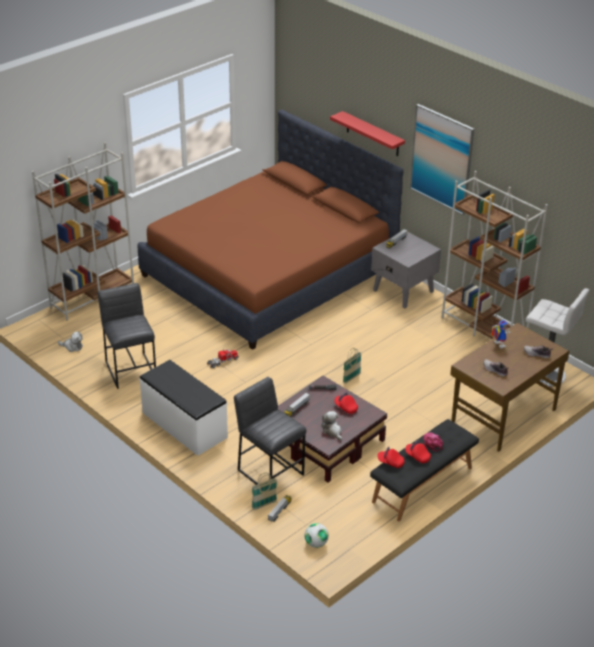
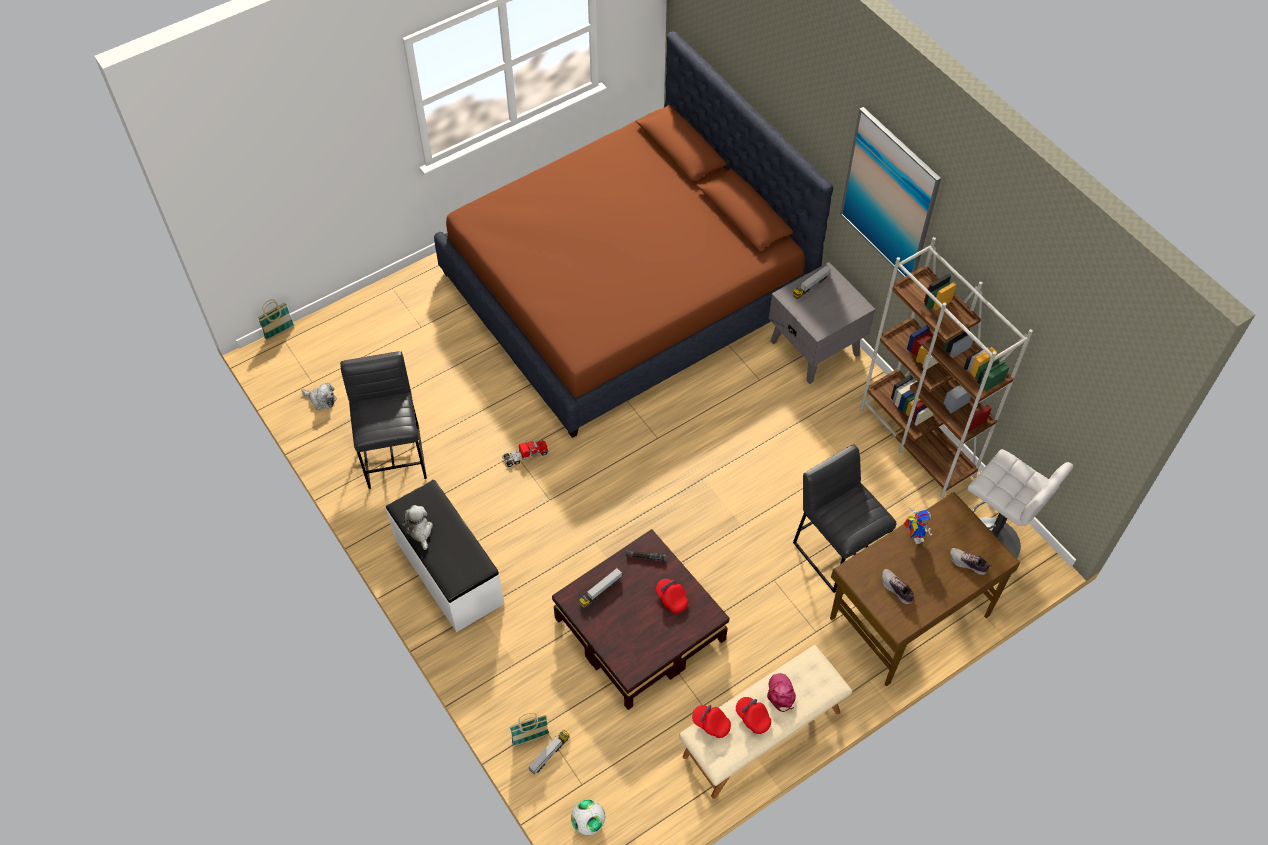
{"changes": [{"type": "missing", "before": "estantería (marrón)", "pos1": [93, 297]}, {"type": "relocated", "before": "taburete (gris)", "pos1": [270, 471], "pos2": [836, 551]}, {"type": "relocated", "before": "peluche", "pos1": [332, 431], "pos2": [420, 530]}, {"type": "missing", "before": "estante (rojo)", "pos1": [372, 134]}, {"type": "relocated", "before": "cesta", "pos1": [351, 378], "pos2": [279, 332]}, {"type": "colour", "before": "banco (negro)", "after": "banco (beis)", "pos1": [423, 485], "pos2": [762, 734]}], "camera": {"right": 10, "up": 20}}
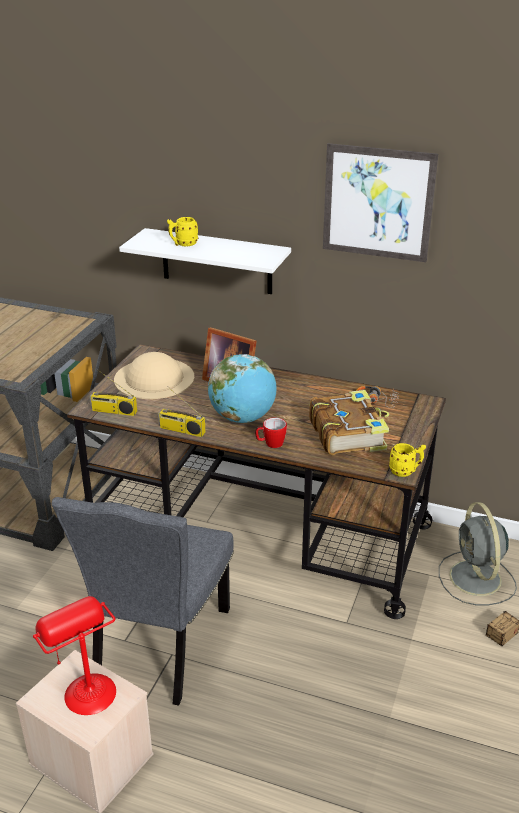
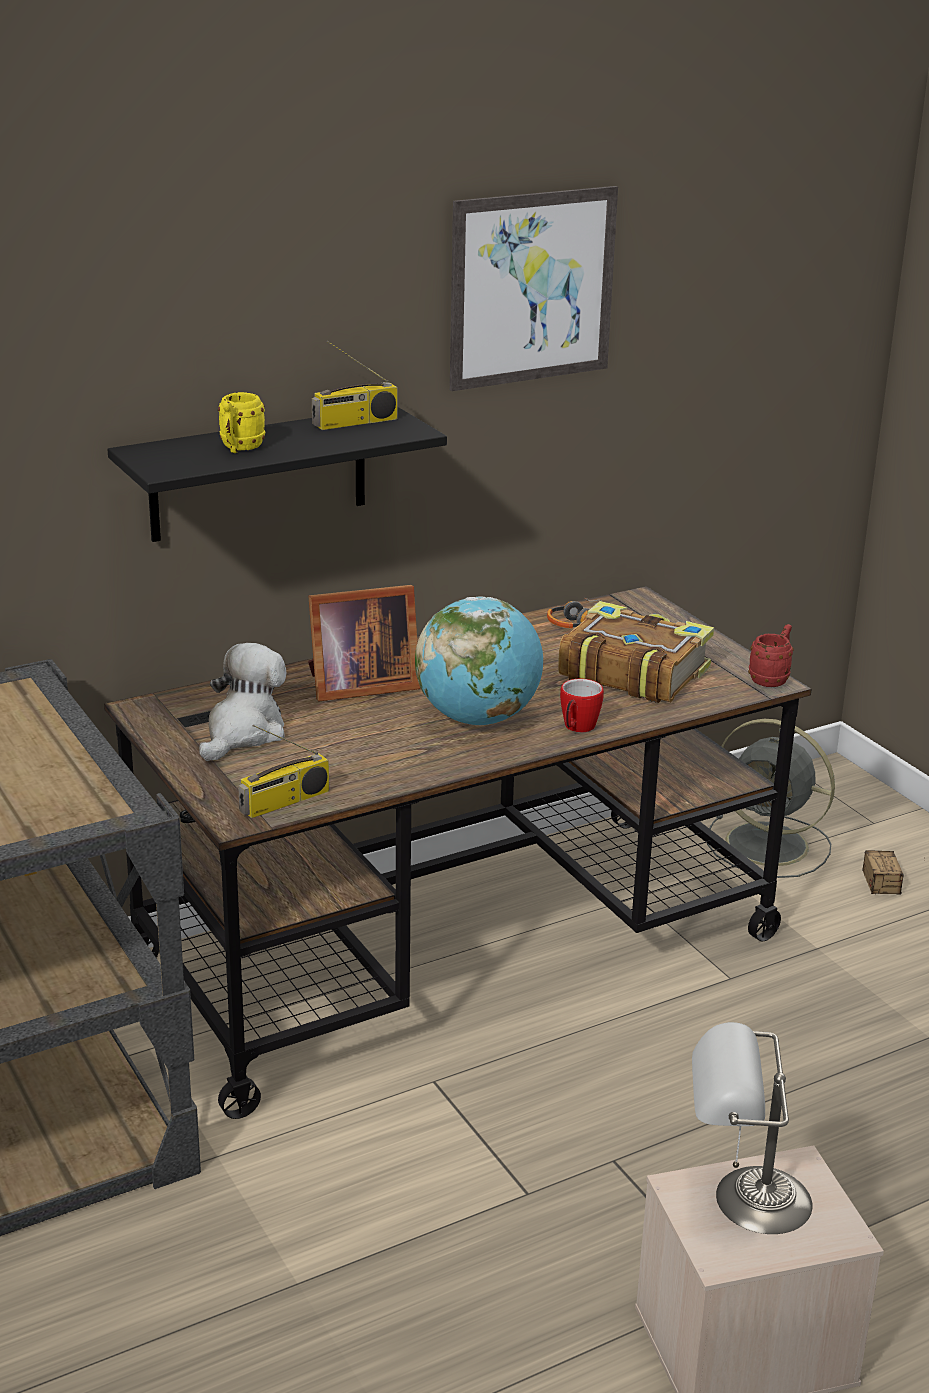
{"changes": [{"type": "colour", "before": "lámpara de mesa (rojo)", "after": "lámpara de mesa (blanco)", "pos1": [84, 687], "pos2": [743, 1200]}, {"type": "missing", "before": "silla (gris)", "pos1": [159, 642]}, {"type": "exchanged", "before": "sombrero (beis)", "after": "peluche", "pos1": [154, 378], "pos2": [243, 733]}, {"type": "colour", "before": "estante (blanco)", "after": "estante (negro)", "pos1": [216, 261], "pos2": [258, 474]}, {"type": "relocated", "before": "radio", "pos1": [181, 430], "pos2": [355, 423]}, {"type": "colour", "before": "taza grande (amarillo)", "after": "taza grande (rojo)", "pos1": [405, 471], "pos2": [771, 679]}], "camera": {"right": -50, "up": -5}}
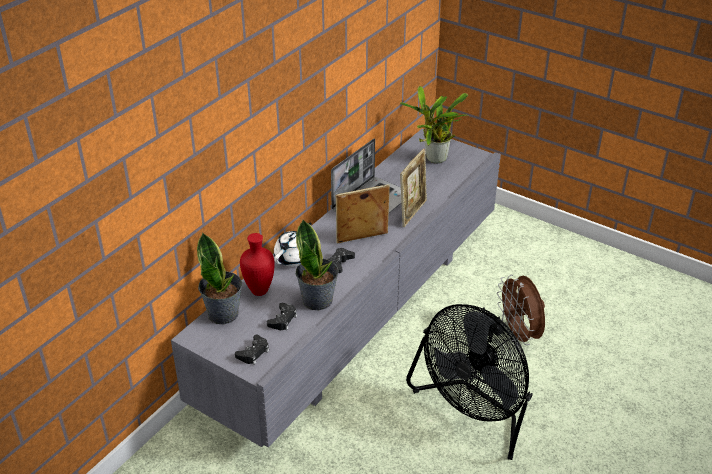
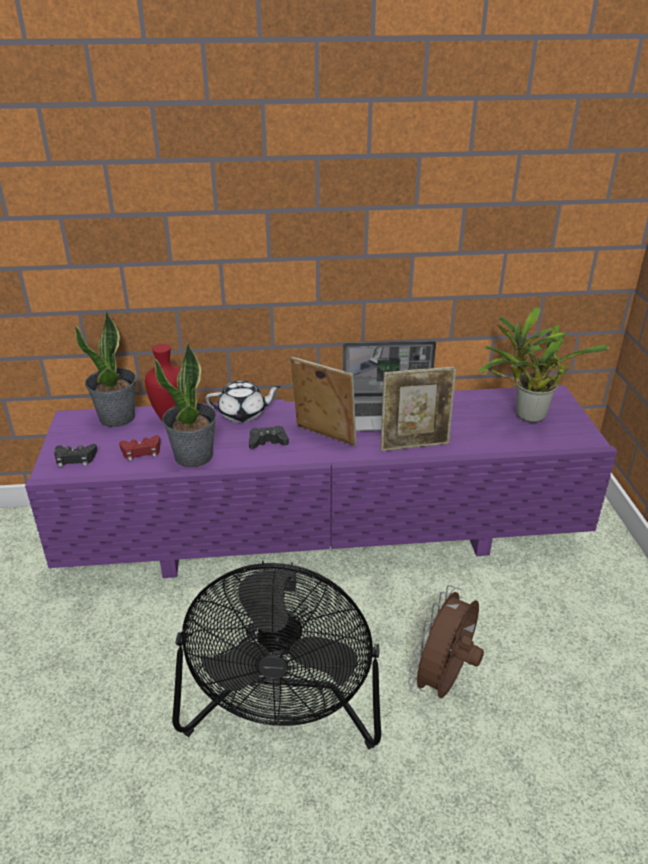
{"changes": [{"type": "colour", "before": "mueble de televisión (gris)", "after": "mueble de televisión (morado)", "pos1": [355, 310], "pos2": [323, 530]}, {"type": "colour", "before": "mando de consola (negro)", "after": "mando de consola (rojo)", "pos1": [282, 320], "pos2": [141, 451]}, {"type": "spun", "before": "ventilador (negro)", "pos1": [473, 407], "pos2": [276, 706], "turn": -90}], "camera": {"right": 50, "up": -5}}
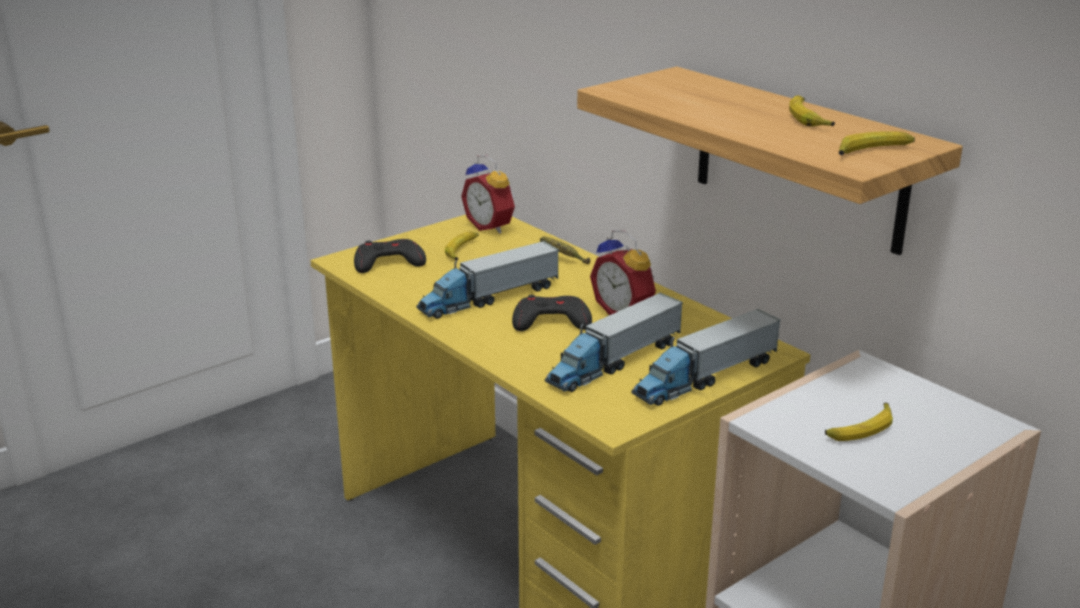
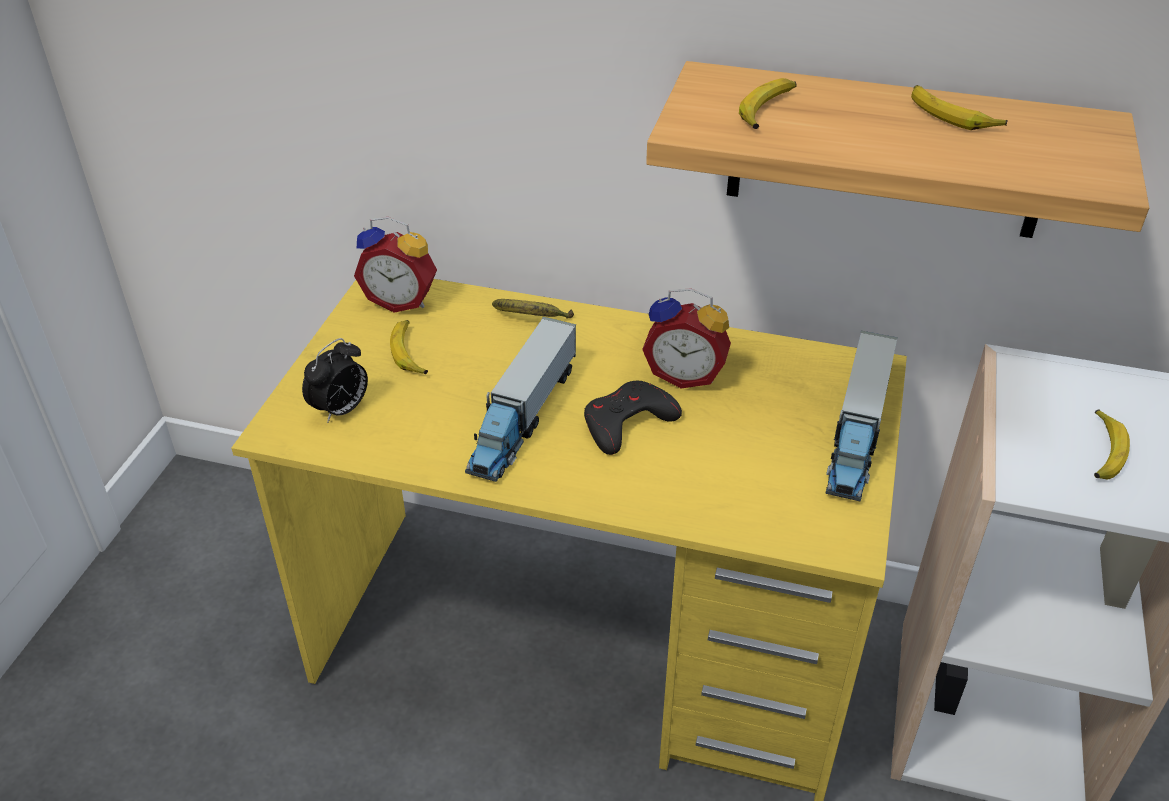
{"changes": [{"type": "exchanged", "before": "mando de consola (negro)", "after": "despertador", "pos1": [388, 262], "pos2": [341, 410]}, {"type": "missing", "before": "camión de juguete", "pos1": [614, 362]}, {"type": "relocated", "before": "plátano", "pos1": [873, 152], "pos2": [767, 111]}], "camera": {"right": -35, "up": 15}}
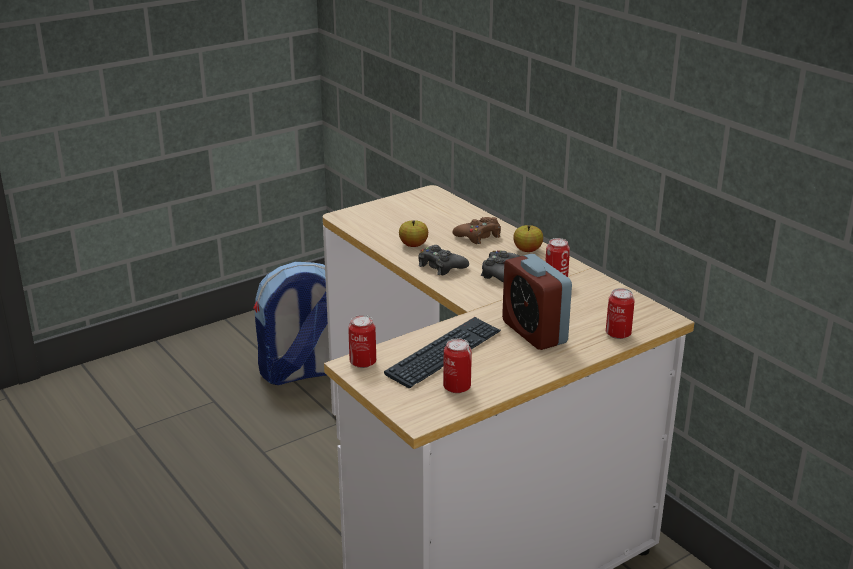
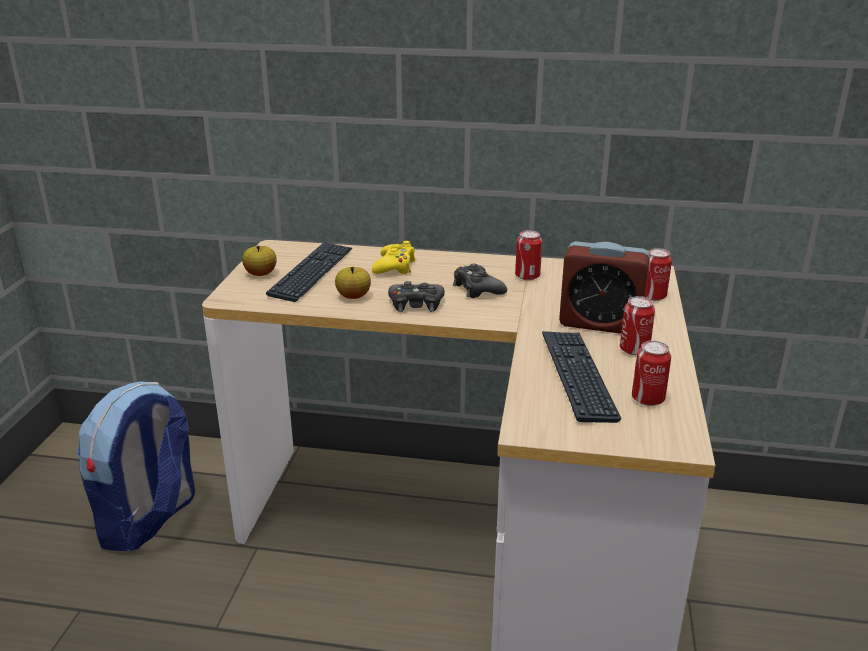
{"changes": [{"type": "relocated", "before": "lata", "pos1": [363, 362], "pos2": [634, 350]}, {"type": "colour", "before": "mando de consola (marrón)", "after": "mando de consola (amarillo)", "pos1": [479, 236], "pos2": [395, 267]}, {"type": "relocated", "before": "manzana", "pos1": [527, 250], "pos2": [261, 274]}, {"type": "appeared", "after": "teclado", "pos2": [312, 272]}], "camera": {"right": -45, "up": 0}}
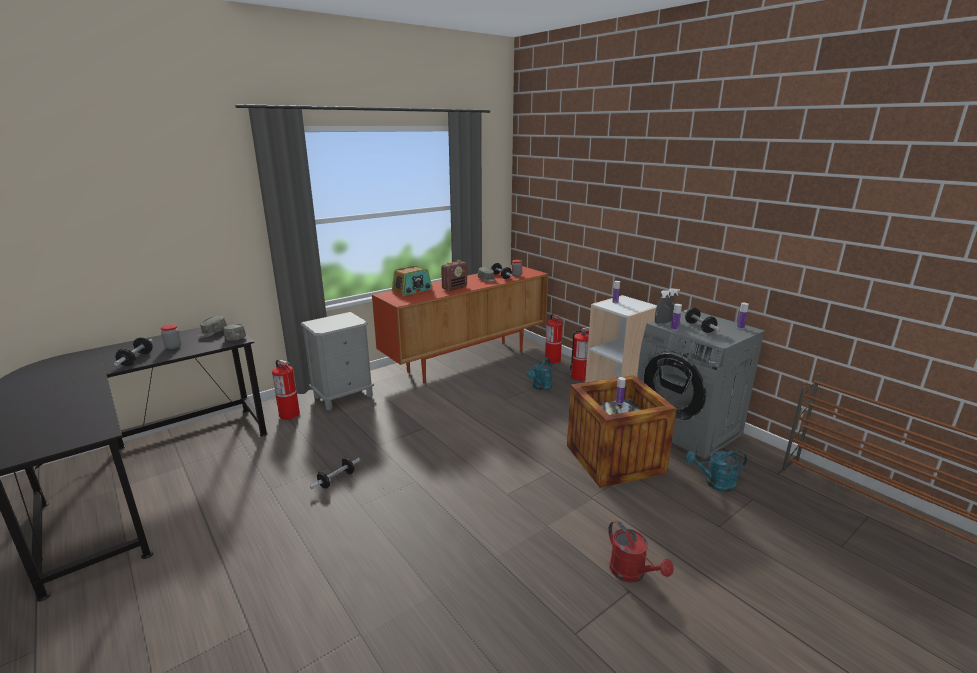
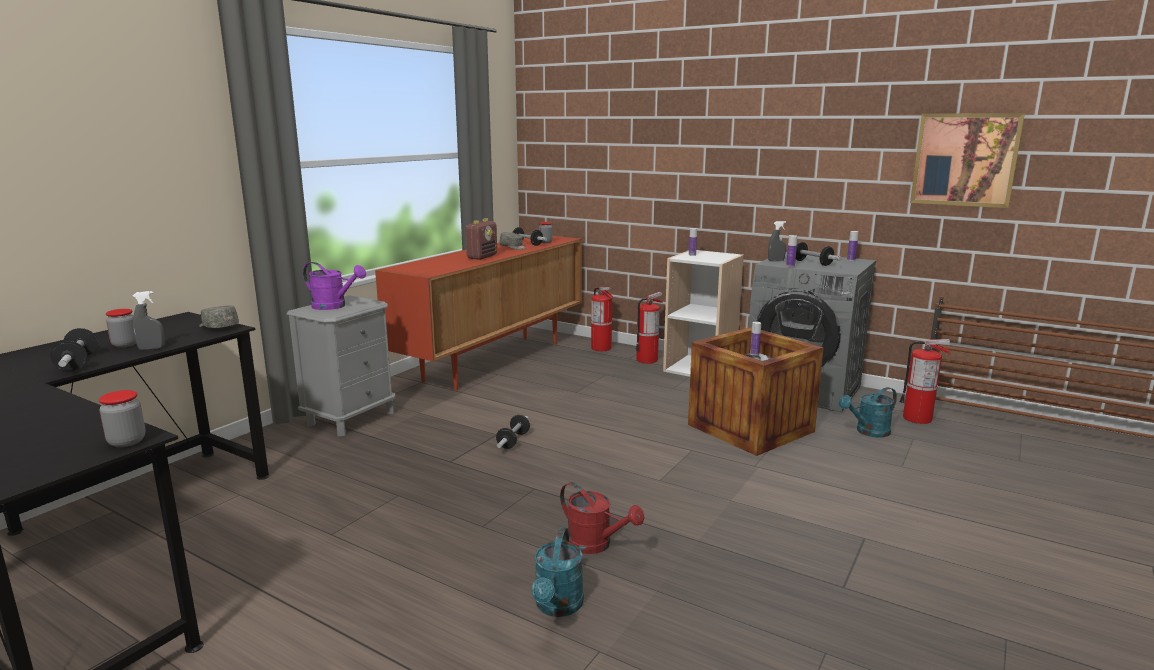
{"changes": [{"type": "missing", "before": "gorra (gris)", "pos1": [212, 332]}, {"type": "relocated", "before": "extintor", "pos1": [289, 415], "pos2": [917, 418]}, {"type": "relocated", "before": "mancuerna", "pos1": [336, 480], "pos2": [513, 441]}, {"type": "missing", "before": "radio", "pos1": [412, 290]}, {"type": "relocated", "before": "regadera (turquesa)", "pos1": [540, 387], "pos2": [557, 607]}, {"type": "relocated", "before": "regadera (rojo)", "pos1": [632, 573], "pos2": [596, 545]}, {"type": "relocated", "before": "pulverizador (gris)", "pos1": [661, 323], "pos2": [151, 348]}, {"type": "appeared", "after": "tarro", "pos2": [127, 441]}, {"type": "appeared", "after": "regadera (morado)", "pos2": [334, 306]}, {"type": "appeared", "after": "cuadro", "pos2": [965, 159]}], "camera": {"right": -20, "up": -5}}
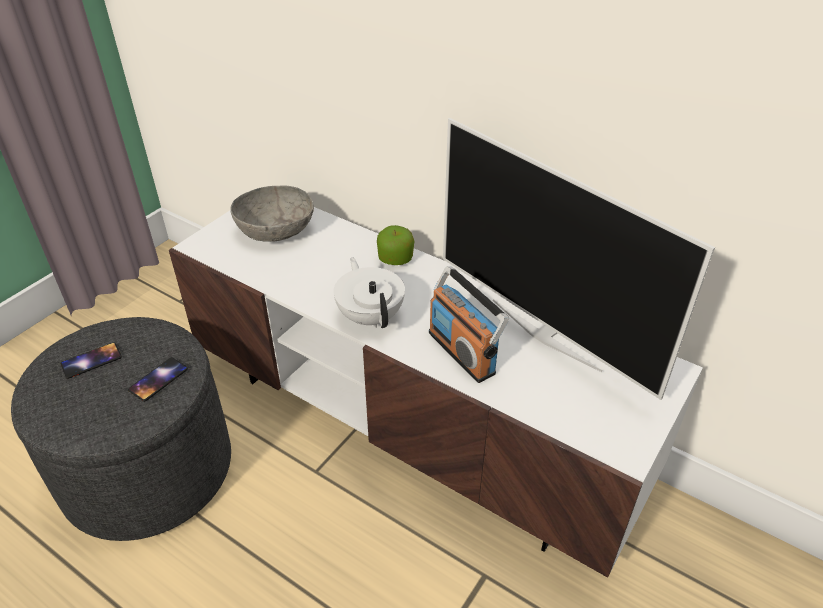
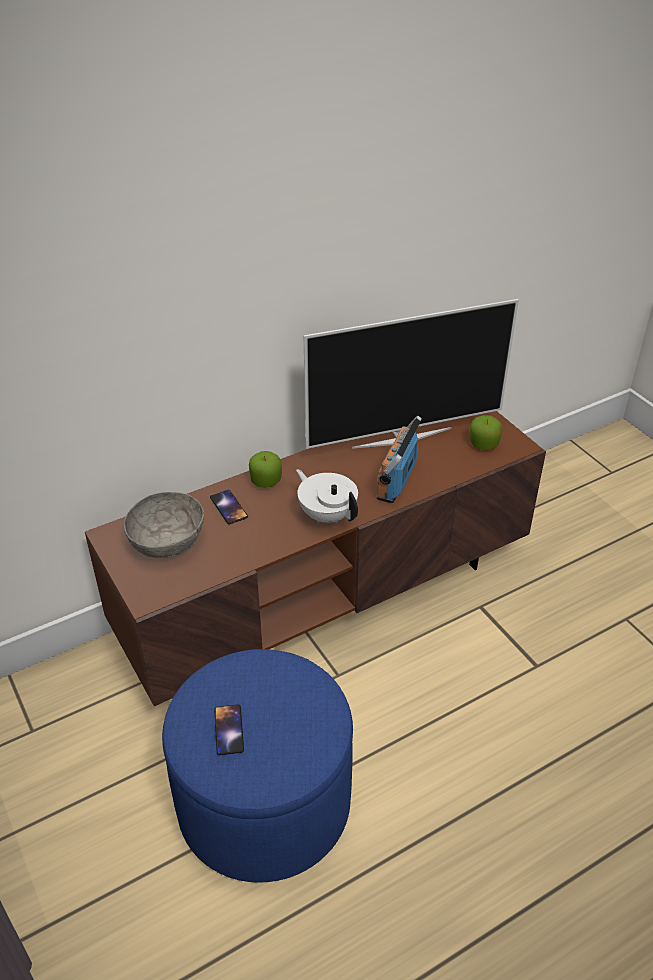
{"changes": [{"type": "colour", "before": "puf (gris)", "after": "puf (azul)", "pos1": [148, 469], "pos2": [264, 802]}, {"type": "relocated", "before": "móvil", "pos1": [158, 379], "pos2": [229, 507]}, {"type": "colour", "before": "mueble de televisión (blanco)", "after": "mueble de televisión (marrón)", "pos1": [412, 424], "pos2": [325, 597]}, {"type": "spun", "before": "tetera (blanco)", "pos1": [371, 316], "pos2": [327, 514], "turn": 45}, {"type": "spun", "before": "radio", "pos1": [462, 352], "pos2": [396, 481], "turn": 120}, {"type": "appeared", "after": "manzana", "pos2": [484, 444]}], "camera": {"right": -65, "up": 0}}
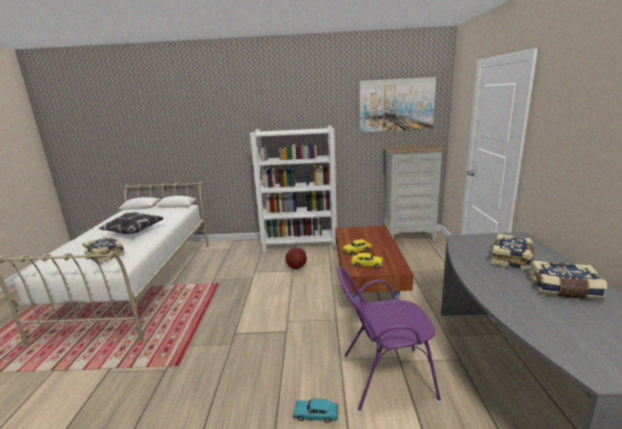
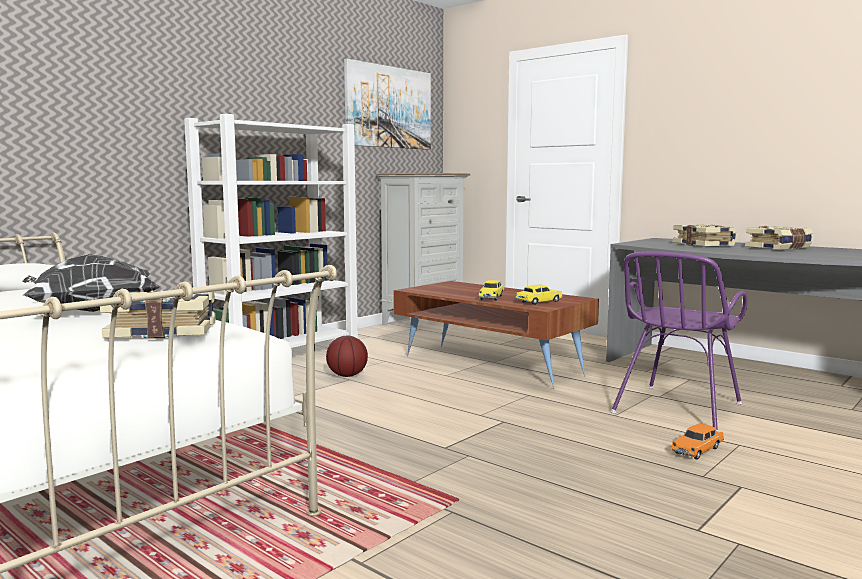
{"changes": [{"type": "colour", "before": "coche de juguete (turquesa)", "after": "coche de juguete (naranja)", "pos1": [316, 415], "pos2": [697, 450]}], "camera": {"right": -50, "up": -10}}
